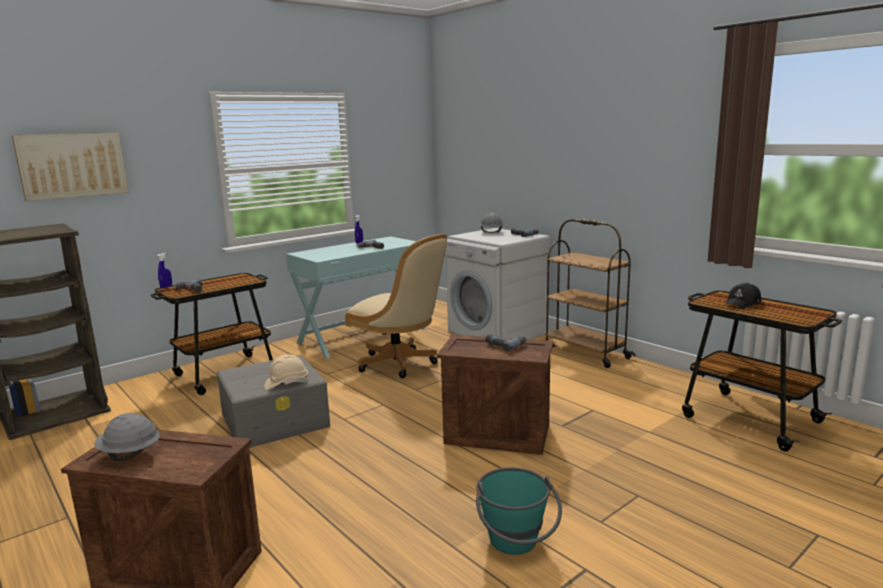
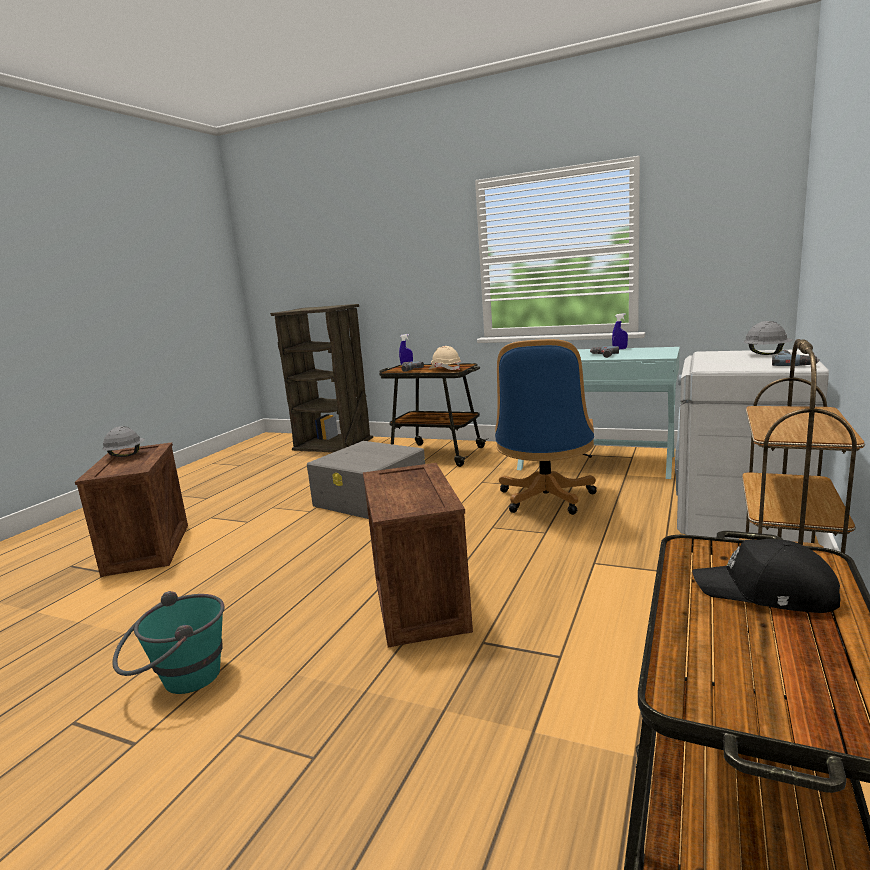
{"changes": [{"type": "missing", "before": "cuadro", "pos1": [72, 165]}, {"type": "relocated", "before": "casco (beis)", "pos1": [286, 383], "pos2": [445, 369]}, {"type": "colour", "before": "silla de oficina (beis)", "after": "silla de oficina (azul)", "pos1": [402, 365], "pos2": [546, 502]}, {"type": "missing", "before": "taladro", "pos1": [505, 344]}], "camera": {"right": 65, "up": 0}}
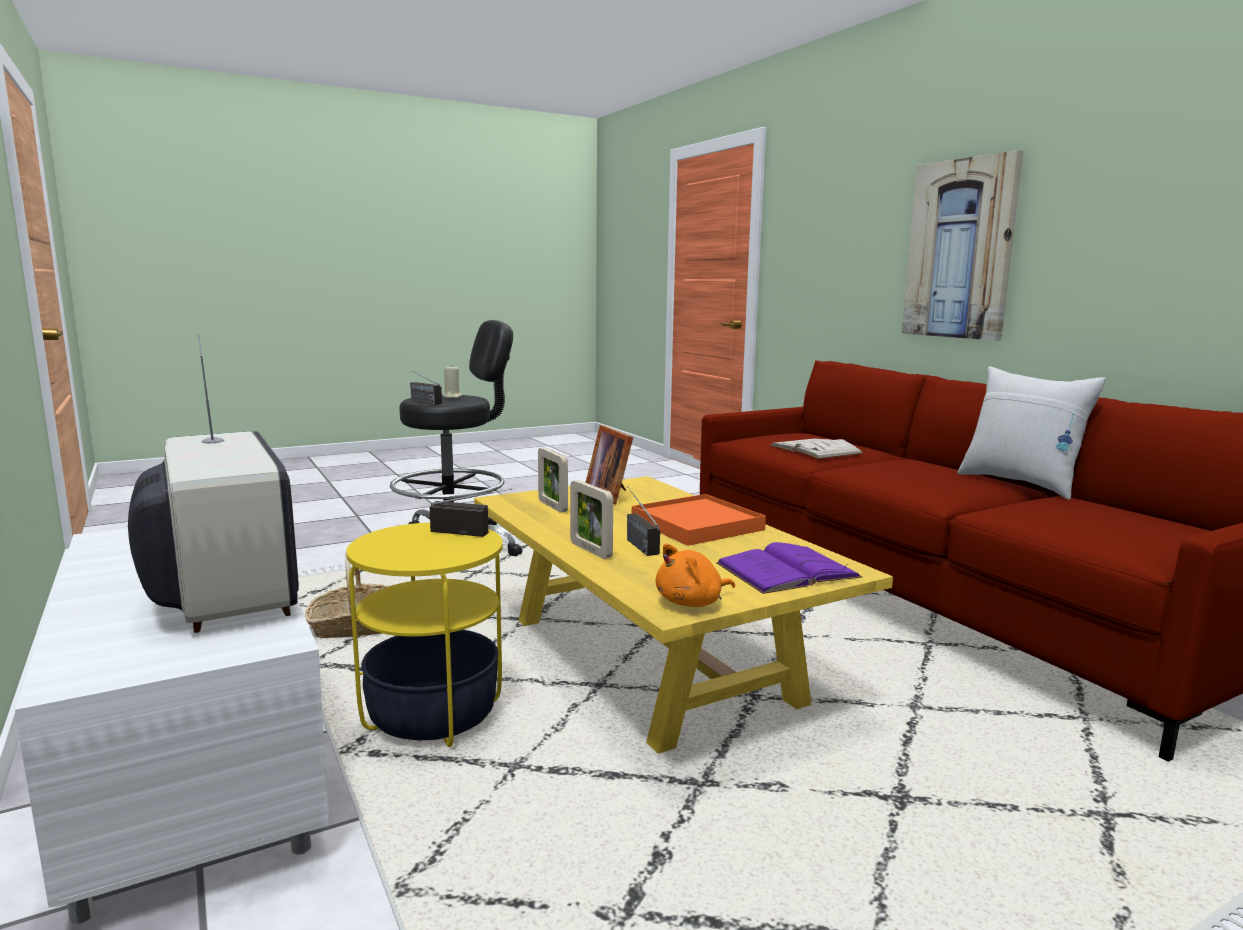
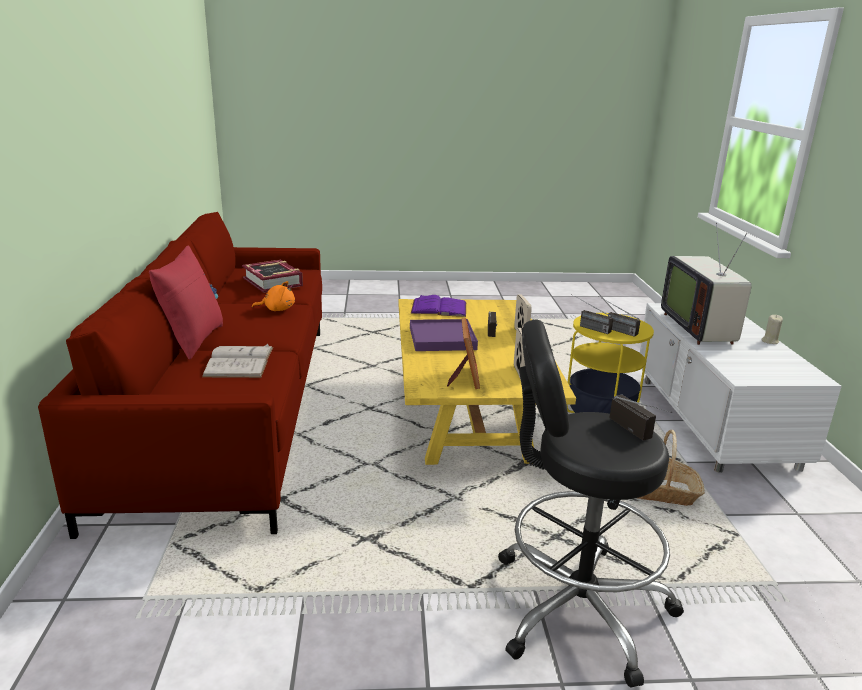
{"changes": [{"type": "relocated", "before": "vela (beis)", "pos1": [452, 396], "pos2": [769, 341]}, {"type": "colour", "before": "bandeja (naranja)", "after": "bandeja (morado)", "pos1": [696, 525], "pos2": [442, 339]}, {"type": "relocated", "before": "peluche (naranja)", "pos1": [692, 602], "pos2": [277, 309]}, {"type": "missing", "before": "cuadro", "pos1": [960, 249]}, {"type": "missing", "before": "cojín (gris)", "pos1": [1019, 484]}, {"type": "appeared", "after": "cojín (rojo)", "pos2": [193, 341]}, {"type": "appeared", "after": "libro", "pos2": [273, 282]}, {"type": "appeared", "after": "radio", "pos2": [613, 329]}], "camera": {"right": -155, "up": 10}}
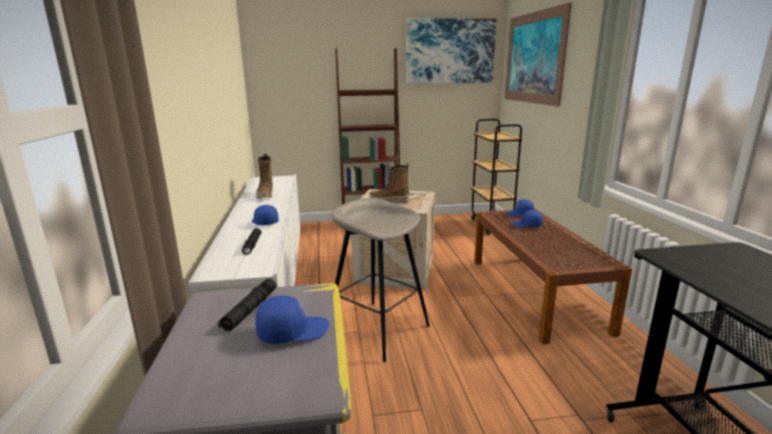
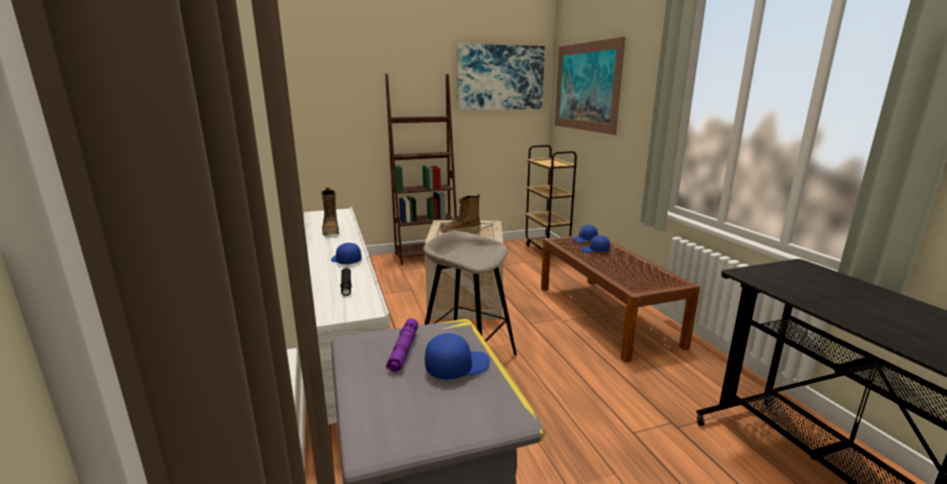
{"changes": [{"type": "colour", "before": "linterna (negro)", "after": "linterna (morado)", "pos1": [250, 310], "pos2": [403, 350]}], "camera": {"right": -10, "up": 0}}
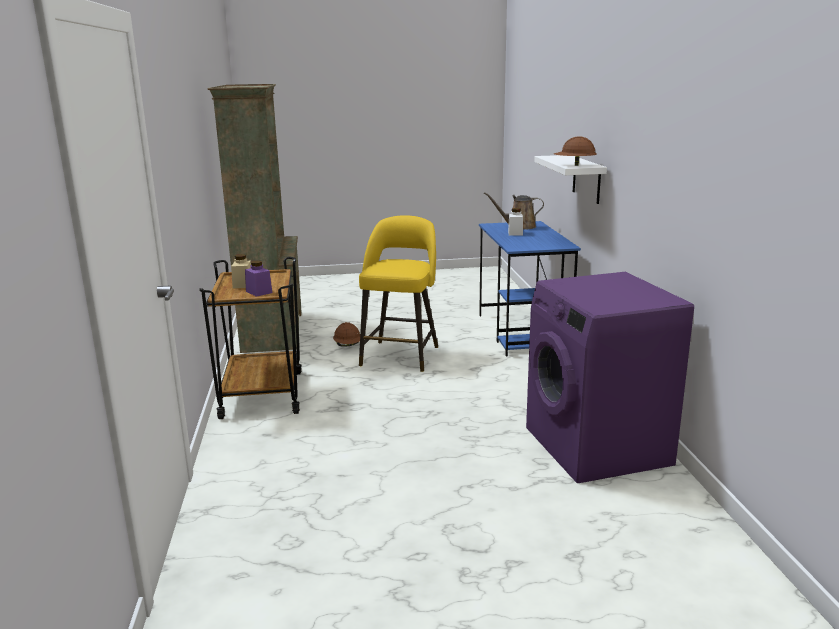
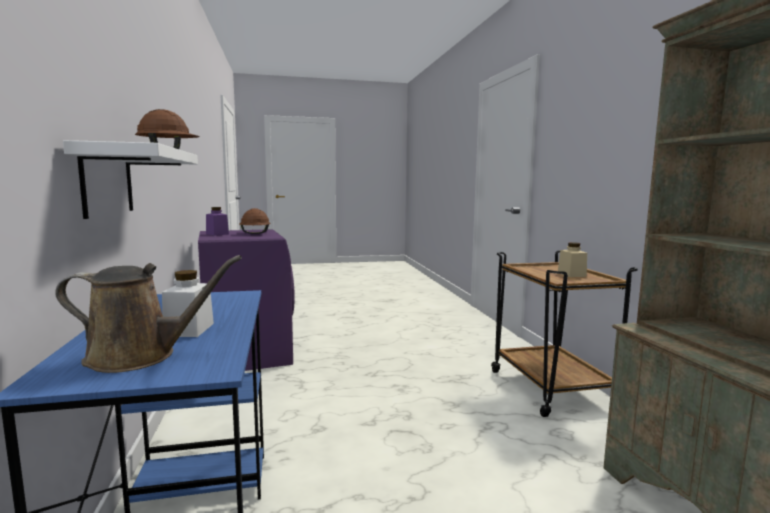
{"changes": [{"type": "relocated", "before": "tarro (morado)", "pos1": [259, 292], "pos2": [217, 234]}, {"type": "relocated", "before": "casco (marrón)", "pos1": [348, 346], "pos2": [255, 233]}, {"type": "missing", "before": "taburete (amarillo)", "pos1": [401, 355]}], "camera": {"right": 175, "up": -10}}
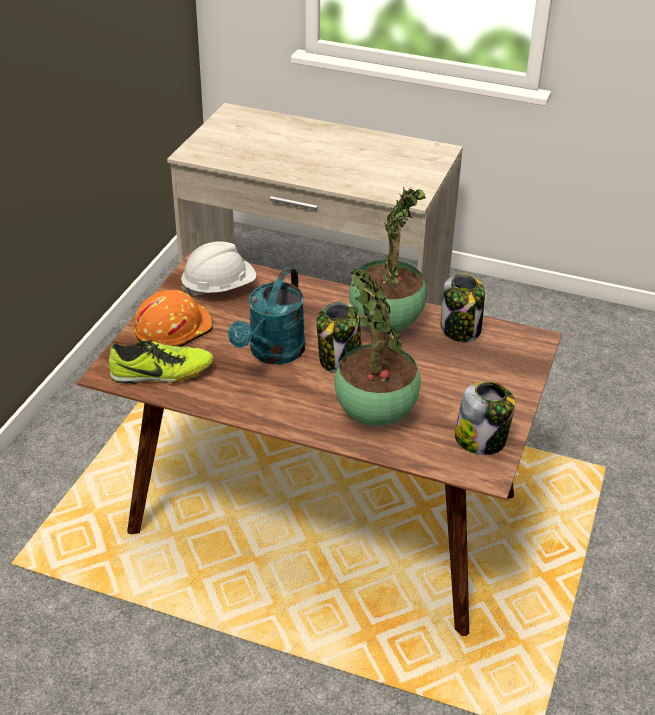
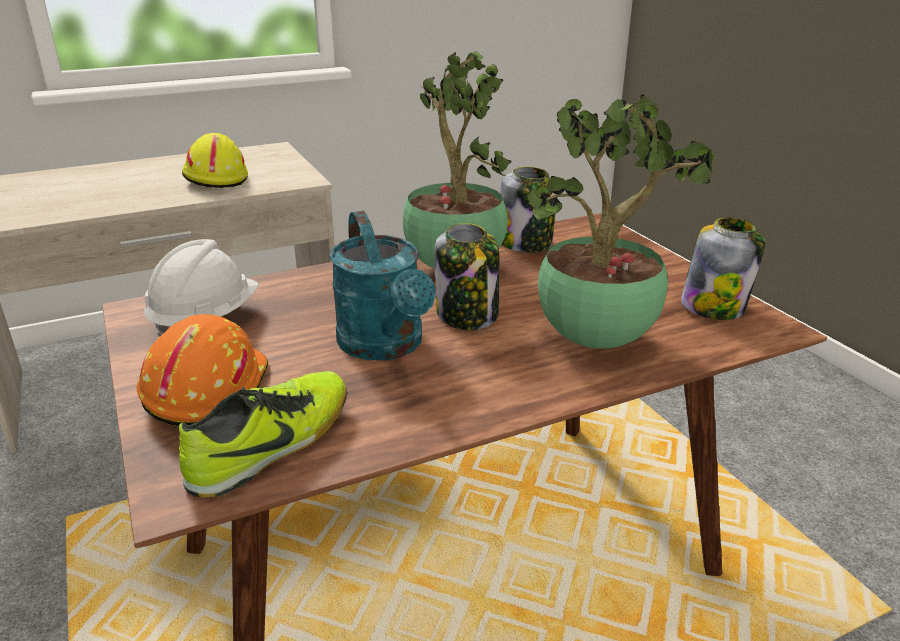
{"changes": [{"type": "appeared", "after": "casco (amarillo)", "pos2": [215, 179]}], "camera": {"right": -45, "up": -10}}
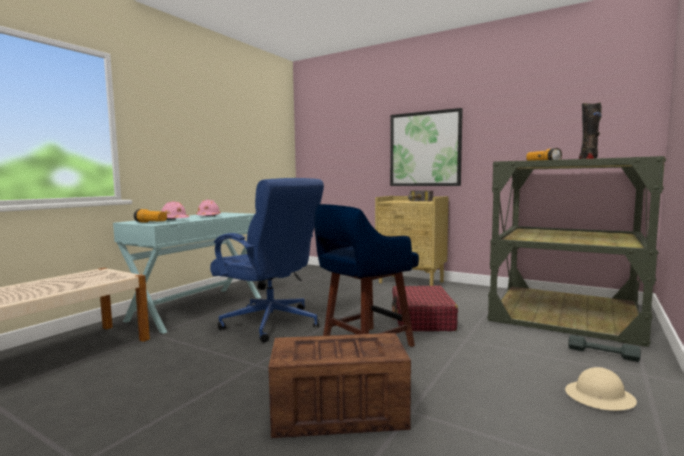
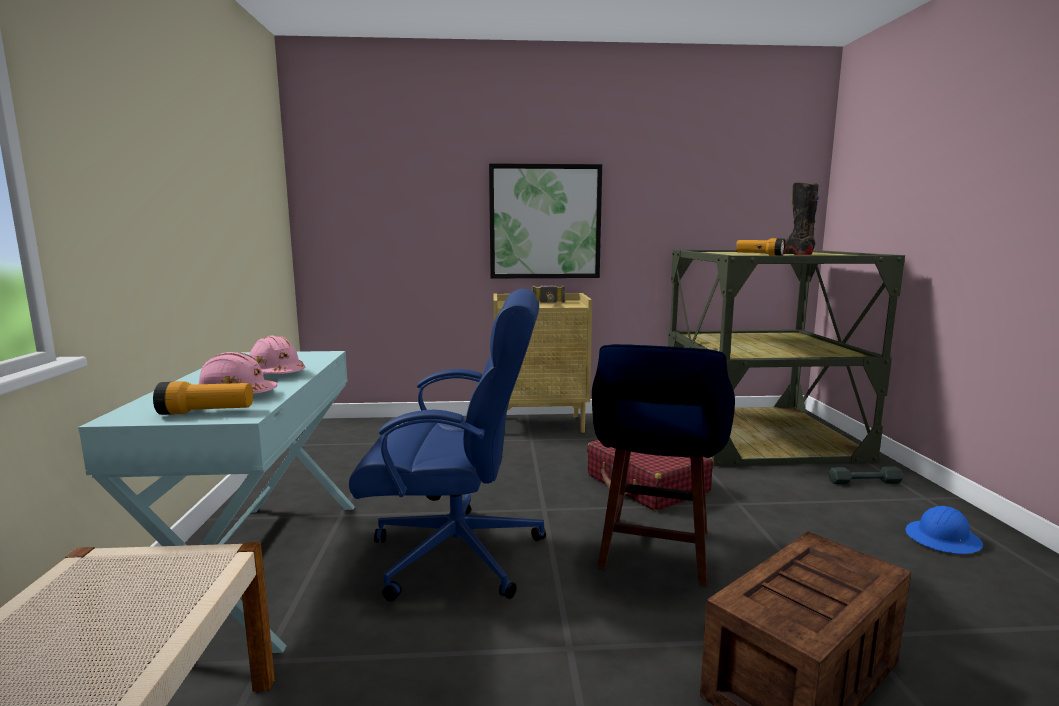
{"changes": [{"type": "colour", "before": "casco (beis)", "after": "casco (azul)", "pos1": [600, 397], "pos2": [943, 539]}], "camera": {"right": -35, "up": 5}}
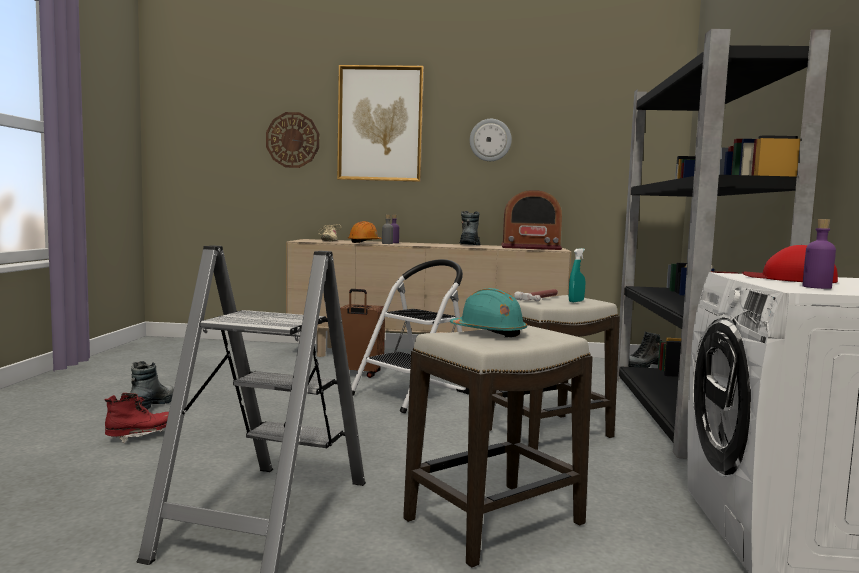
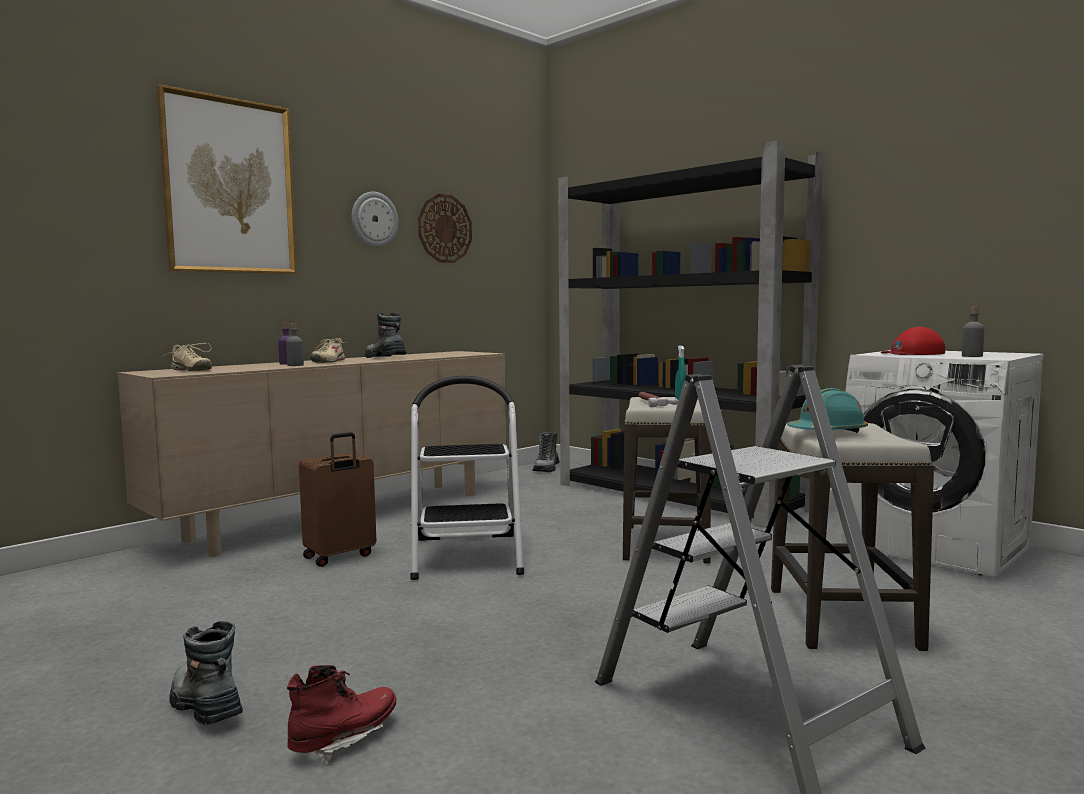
{"changes": [{"type": "spun", "before": "bota (rojo)", "pos1": [140, 436], "pos2": [344, 739], "turn": 45}, {"type": "relocated", "before": "reloj de pared", "pos1": [292, 140], "pos2": [444, 228]}, {"type": "missing", "before": "casco (naranja)", "pos1": [364, 242]}, {"type": "missing", "before": "radio", "pos1": [530, 247]}, {"type": "colour", "before": "botella (morado)", "after": "botella (gris)", "pos1": [816, 287], "pos2": [972, 356]}, {"type": "appeared", "after": "zapato (beis)", "pos2": [328, 362]}], "camera": {"right": -50, "up": 0}}
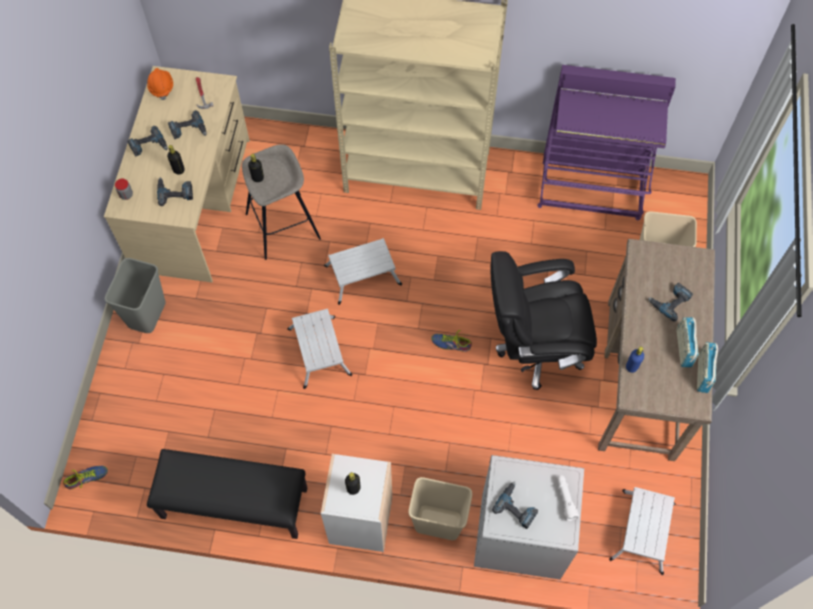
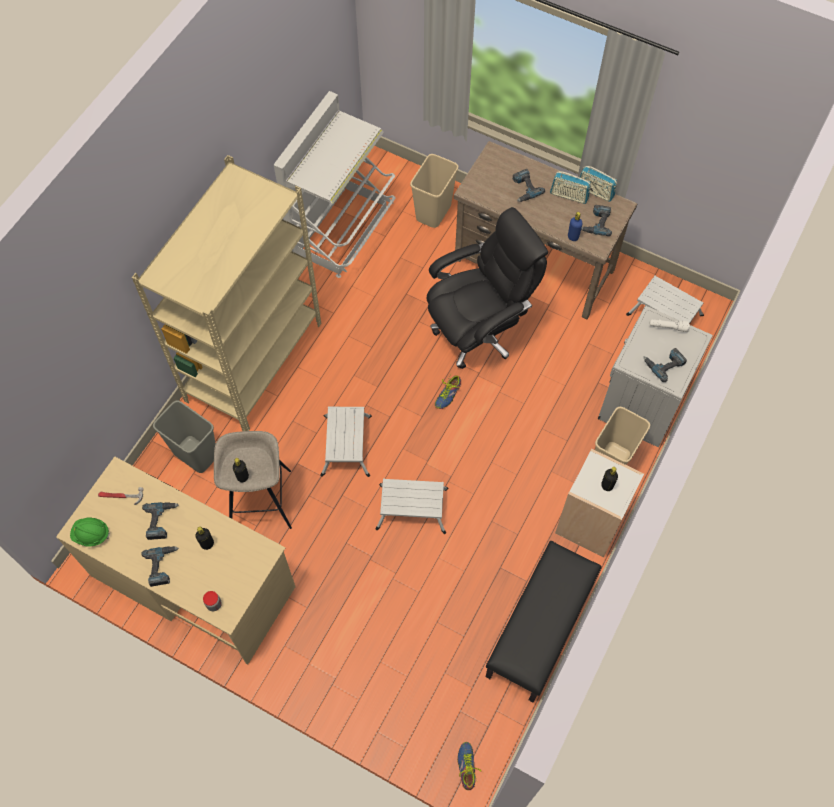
{"changes": [{"type": "relocated", "before": "papelera (gris)", "pos1": [147, 315], "pos2": [196, 454]}, {"type": "colour", "before": "casco (naranja)", "after": "casco (verde)", "pos1": [161, 88], "pos2": [91, 535]}, {"type": "relocated", "before": "taladro", "pos1": [175, 192], "pos2": [596, 223]}, {"type": "spun", "before": "silla de oficina (negro)", "pos1": [534, 349], "pos2": [478, 332], "turn": -135}, {"type": "colour", "before": "zapatero (morado)", "after": "zapatero (blanco)", "pos1": [590, 193], "pos2": [344, 233]}], "camera": {"right": -70, "up": 0}}
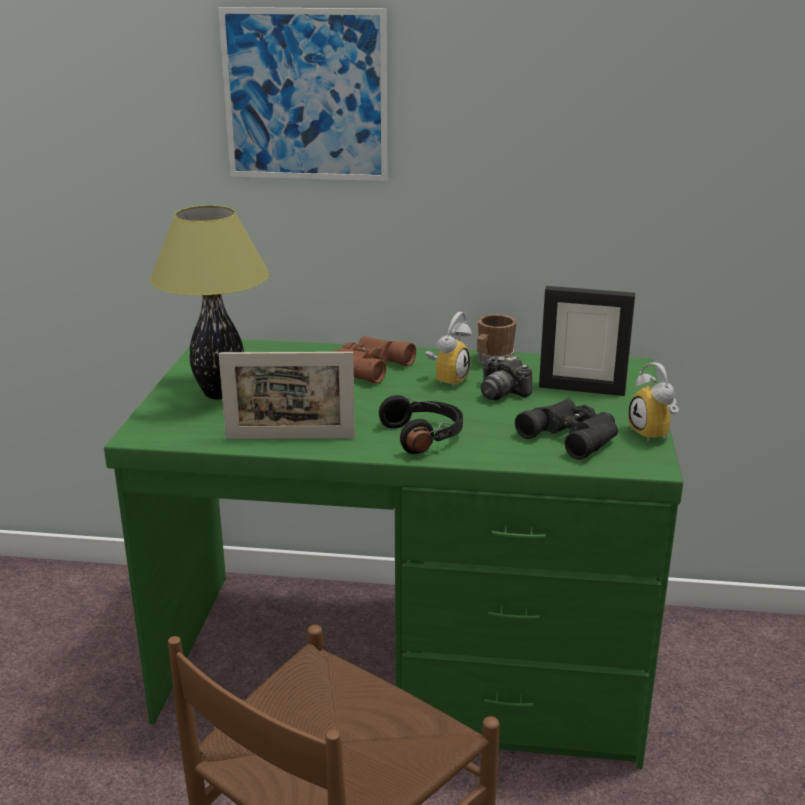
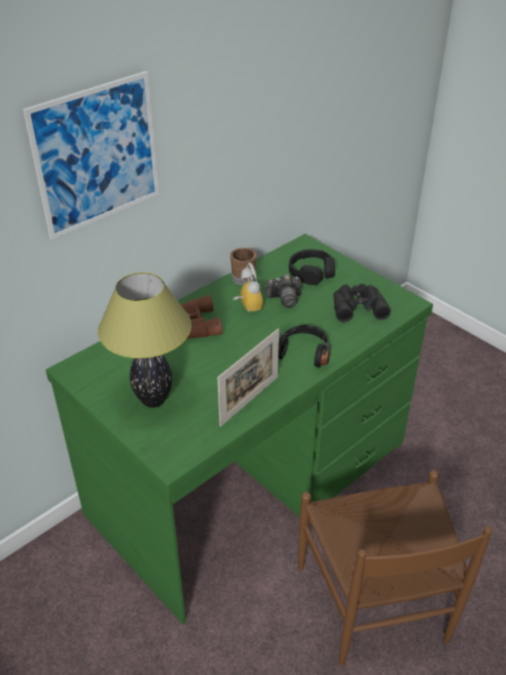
{"changes": [{"type": "exchanged", "before": "portarretratos", "after": "auriculares (negro)", "pos1": [582, 388], "pos2": [311, 273]}, {"type": "missing", "before": "despertador", "pos1": [655, 434]}], "camera": {"right": -50, "up": 15}}
